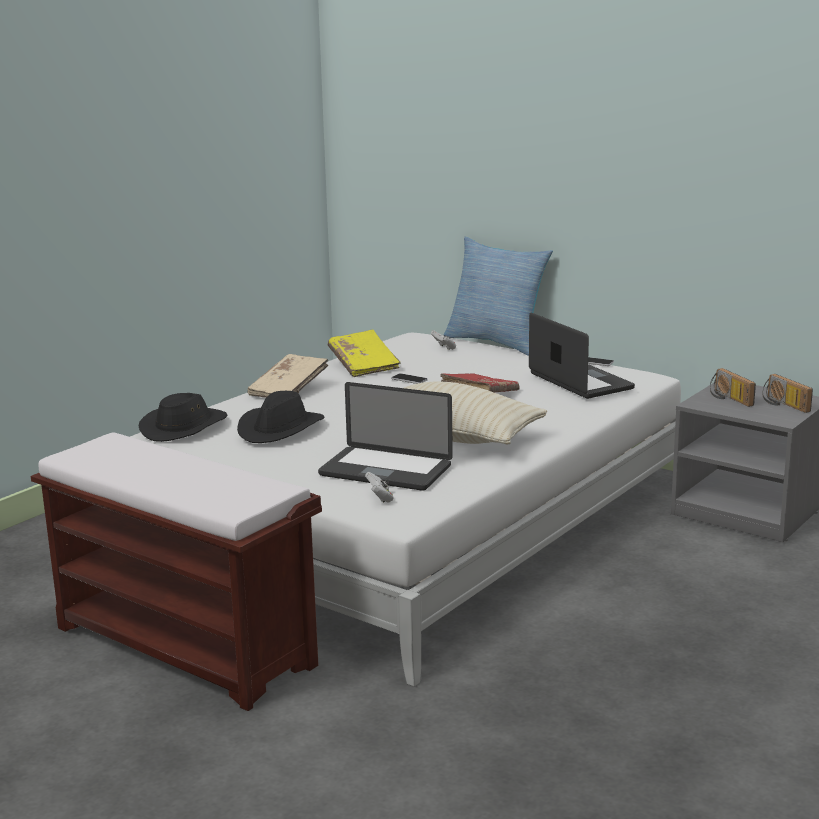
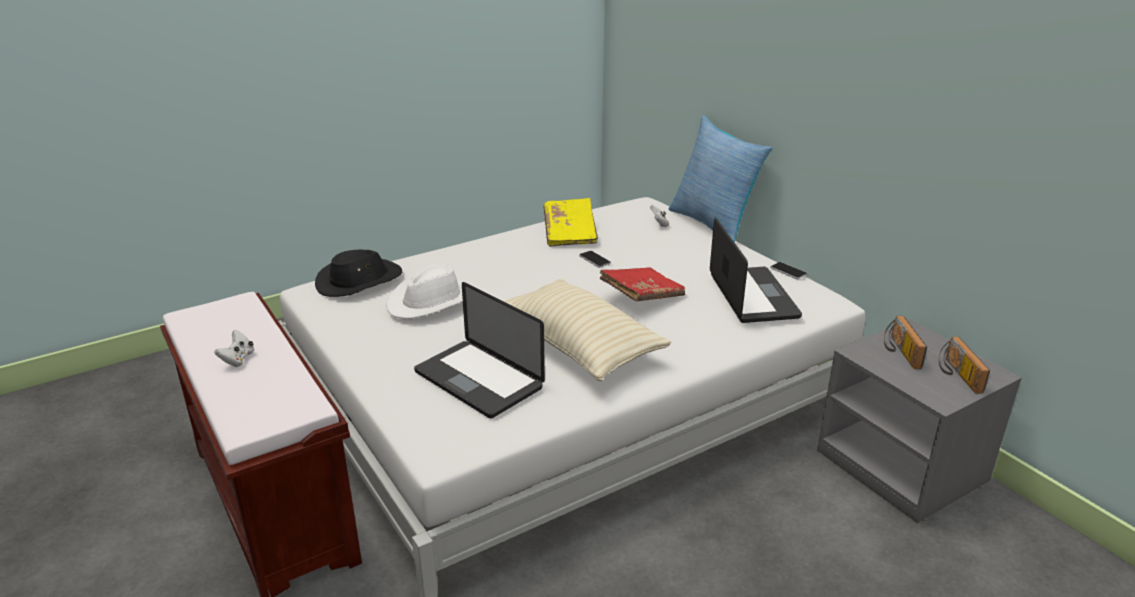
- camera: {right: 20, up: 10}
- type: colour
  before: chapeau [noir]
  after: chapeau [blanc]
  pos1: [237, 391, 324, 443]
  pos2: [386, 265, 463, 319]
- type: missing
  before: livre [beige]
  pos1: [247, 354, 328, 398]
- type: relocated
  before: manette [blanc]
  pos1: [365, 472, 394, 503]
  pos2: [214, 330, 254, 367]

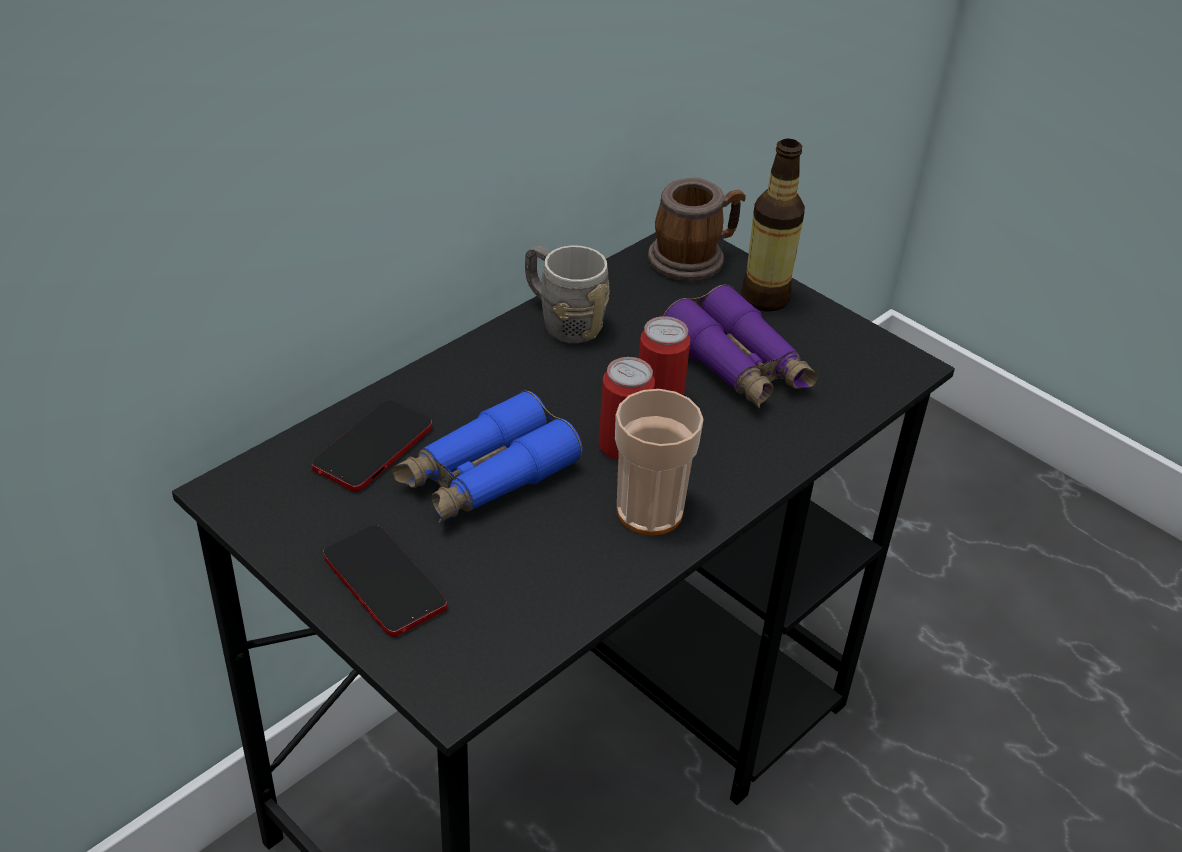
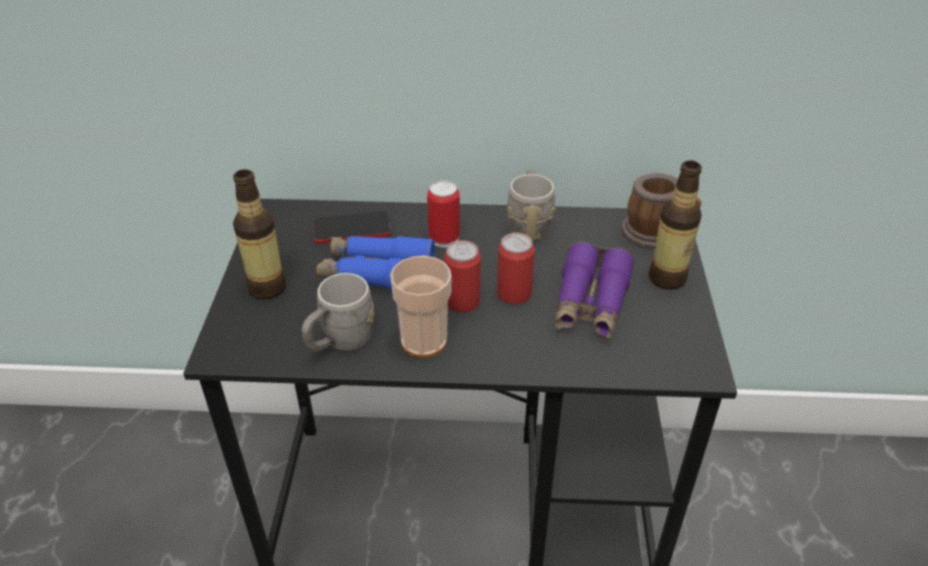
- camera: {right: 50, up: 0}
- type: exchanged
  before: téléphone
  after: bouteille
  pos1: [324, 525, 447, 637]
  pos2: [233, 169, 286, 299]
- type: appeared
  after: mug [gris]
  pos2: [302, 273, 374, 351]
- type: appeared
  after: boîte métallique
  pos2: [427, 180, 460, 247]

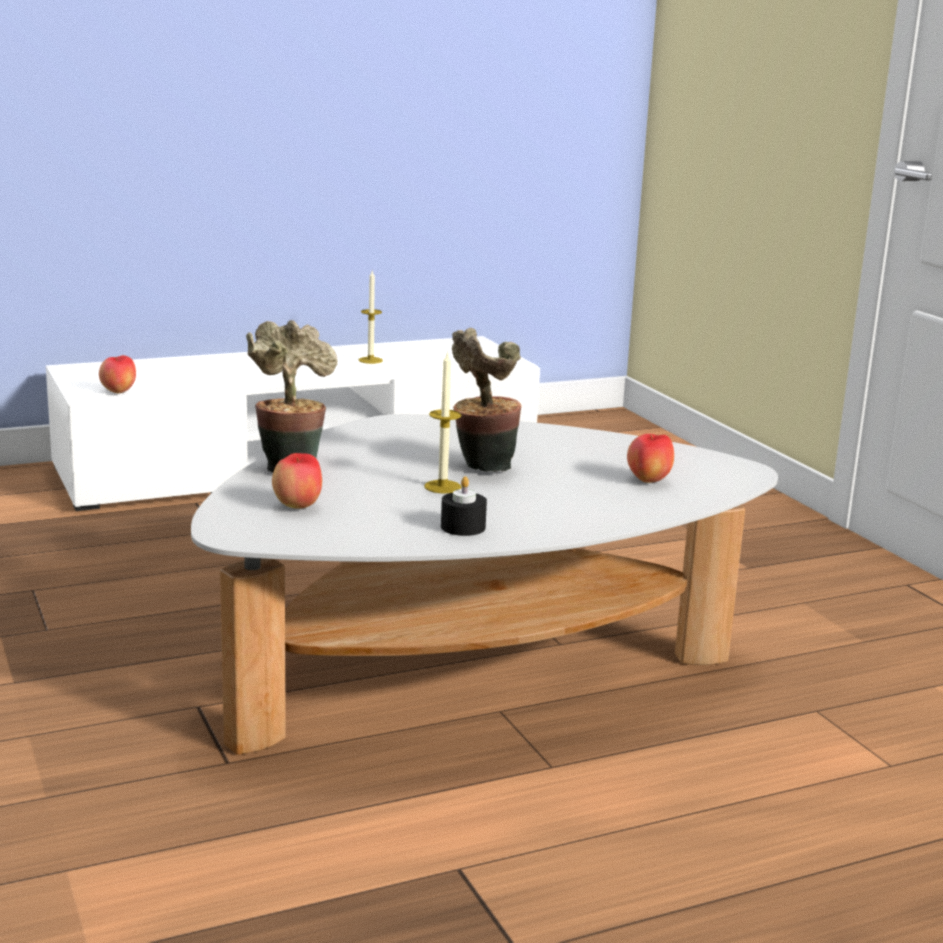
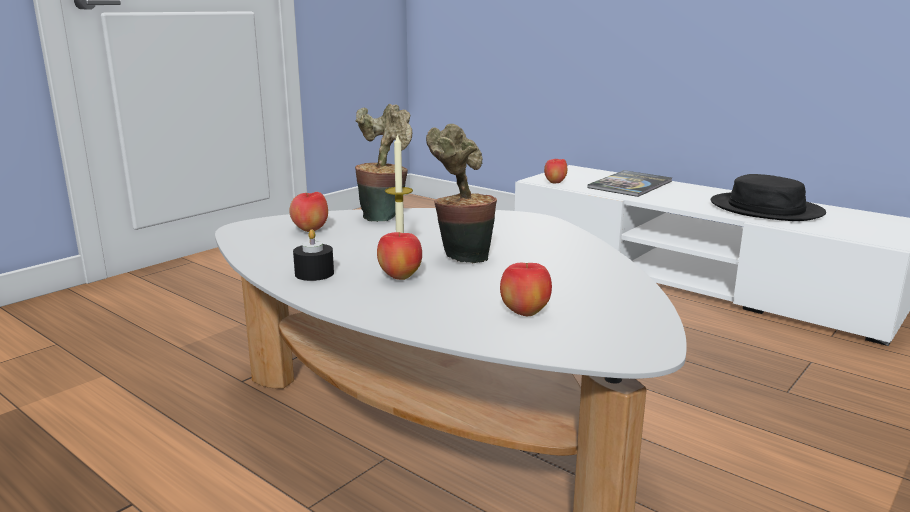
- camera: {right: 65, up: 0}
- type: exchanged
  before: bougie
  after: chapeau [noir]
  pos1: [359, 271, 383, 364]
  pos2: [711, 174, 826, 221]
- type: appeared
  after: pomme
  pos2: [377, 232, 422, 280]
- type: appeared
  after: livre
  pos2: [588, 170, 672, 197]

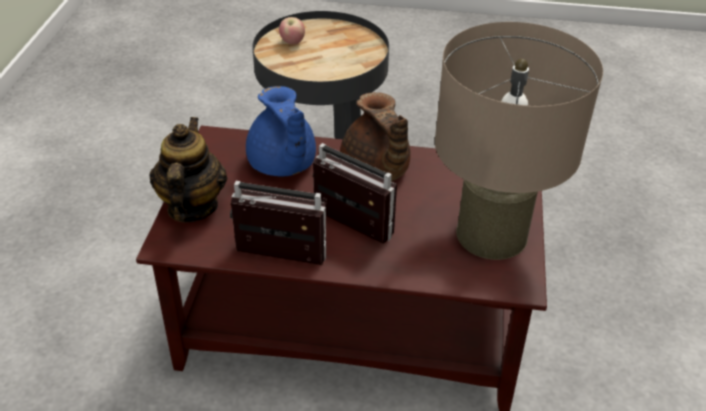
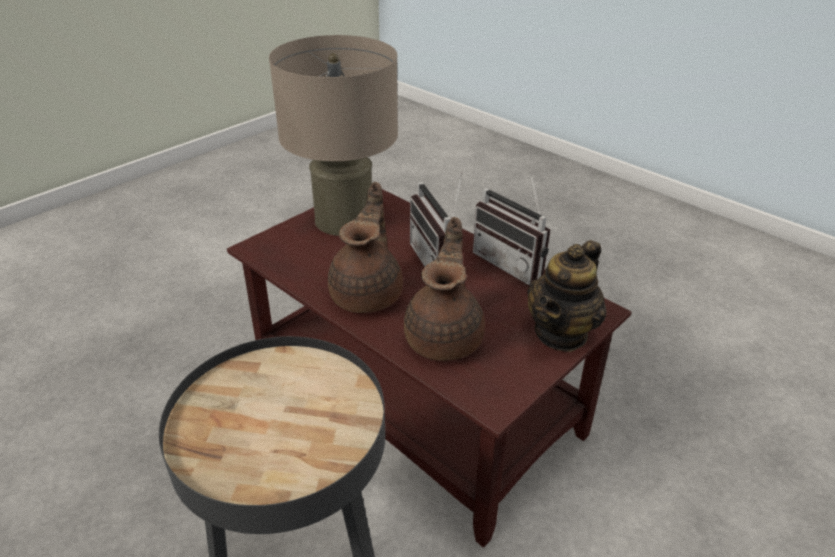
- camera: {right: -145, up: -5}
- type: colour
  before: théière [bleu]
  after: théière [marron]
  pos1: [246, 86, 316, 176]
  pos2: [404, 217, 485, 361]
- type: missing
  before: pomme
  pos1: [279, 17, 305, 45]

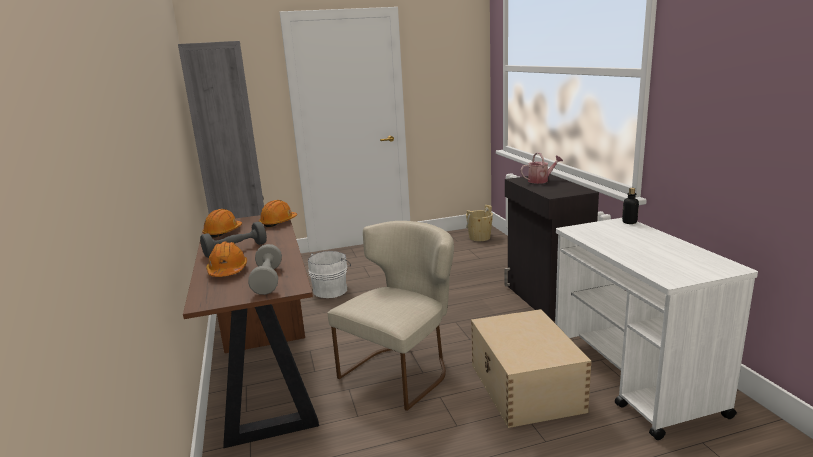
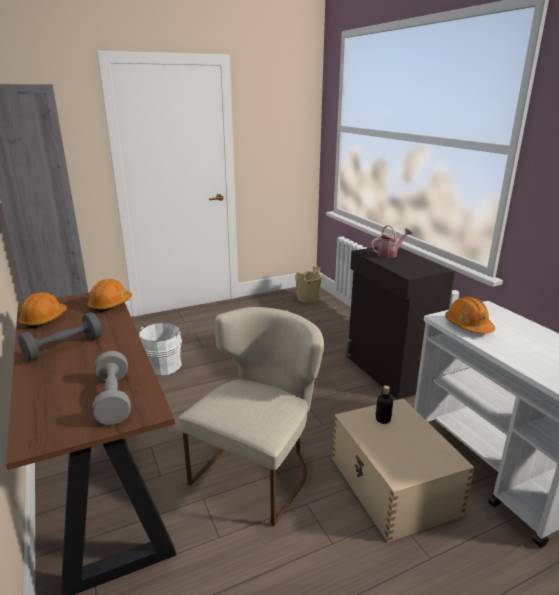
- camera: {right: -10, up: 5}
- type: relocated
  before: casque de chantier [orange]
  pos1: [206, 242, 247, 277]
  pos2: [445, 297, 495, 334]
- type: relocated
  before: bouteille
  pos1: [622, 188, 639, 224]
  pos2: [376, 385, 393, 424]

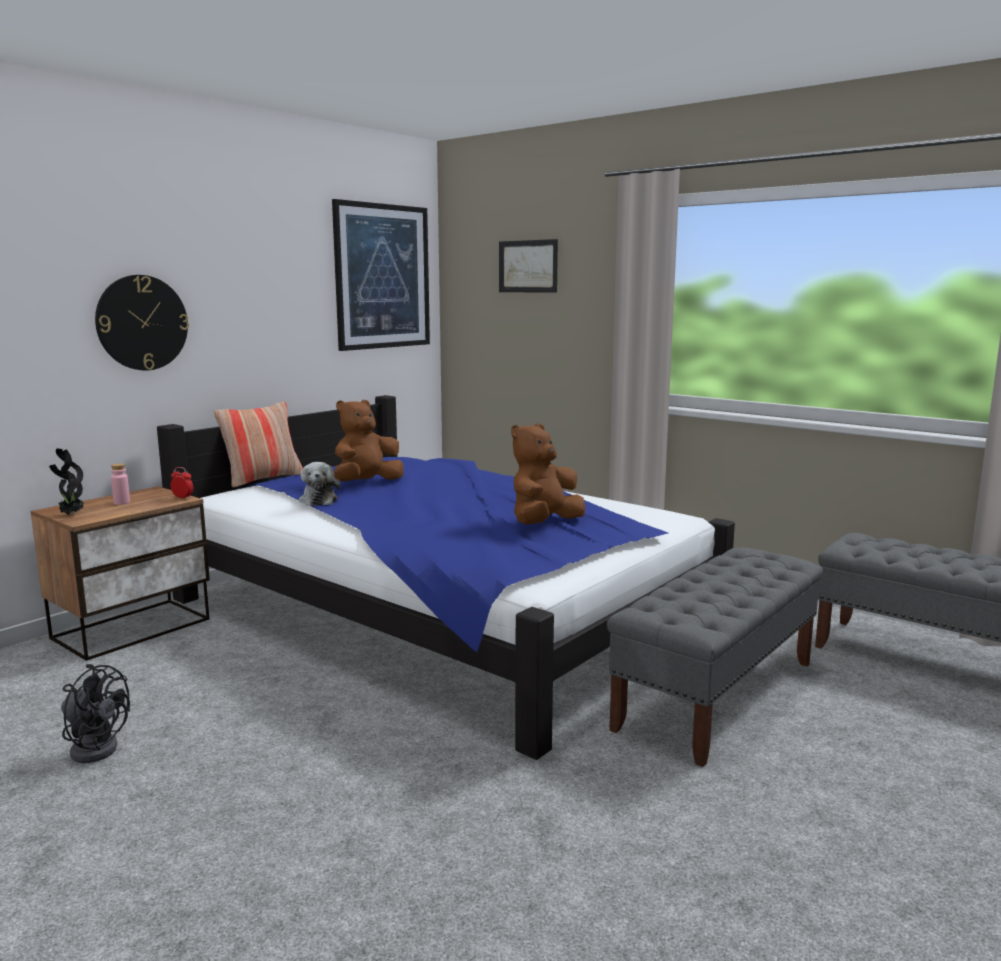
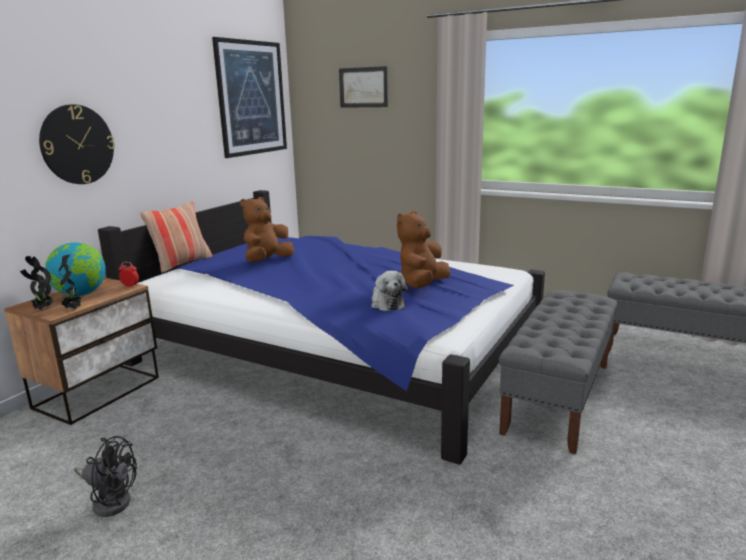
- camera: {right: -10, up: 5}
- type: exchanged
  before: bouteille [rose]
  after: globe
  pos1: [111, 464, 130, 505]
  pos2: [45, 243, 106, 296]
- type: relocated
  before: peluche
  pos1: [299, 462, 340, 506]
  pos2: [371, 271, 408, 311]
- type: appeared
  after: plante en pot
  pos2: [59, 254, 83, 310]

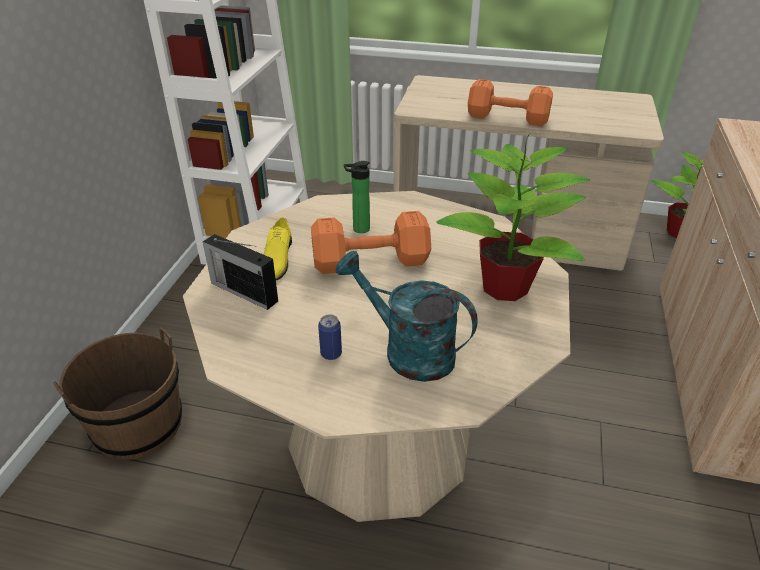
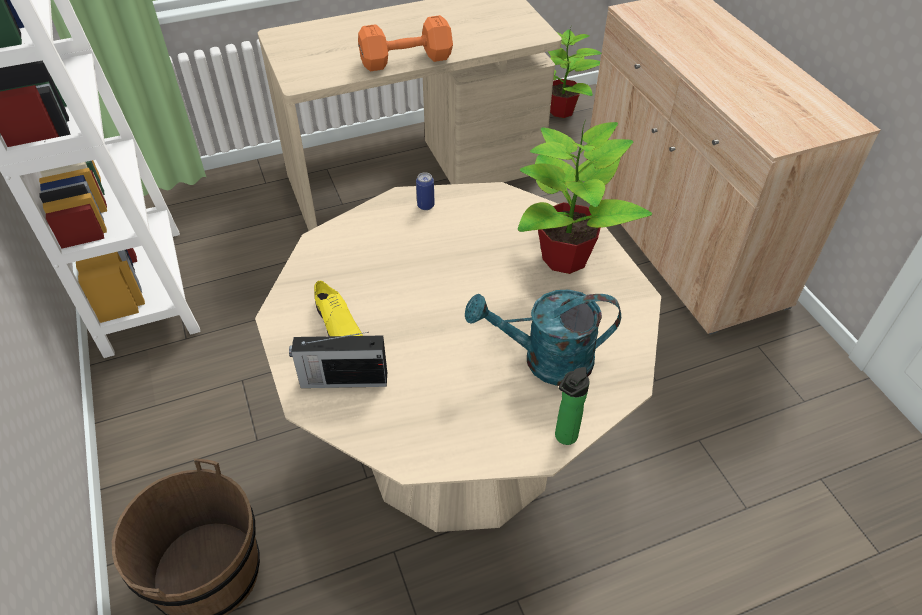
- camera: {right: -35, up: 10}
- type: missing
  before: haltère [orange]
  pos1: [311, 211, 431, 274]
- type: relocated
  before: boîte métallique
  pos1: [318, 314, 342, 360]
  pos2: [416, 172, 435, 210]
- type: relocated
  before: bouteille
  pos1: [344, 161, 370, 233]
  pos2: [555, 367, 590, 445]

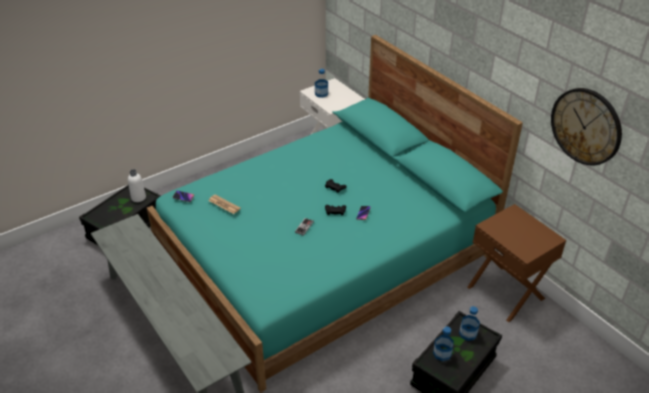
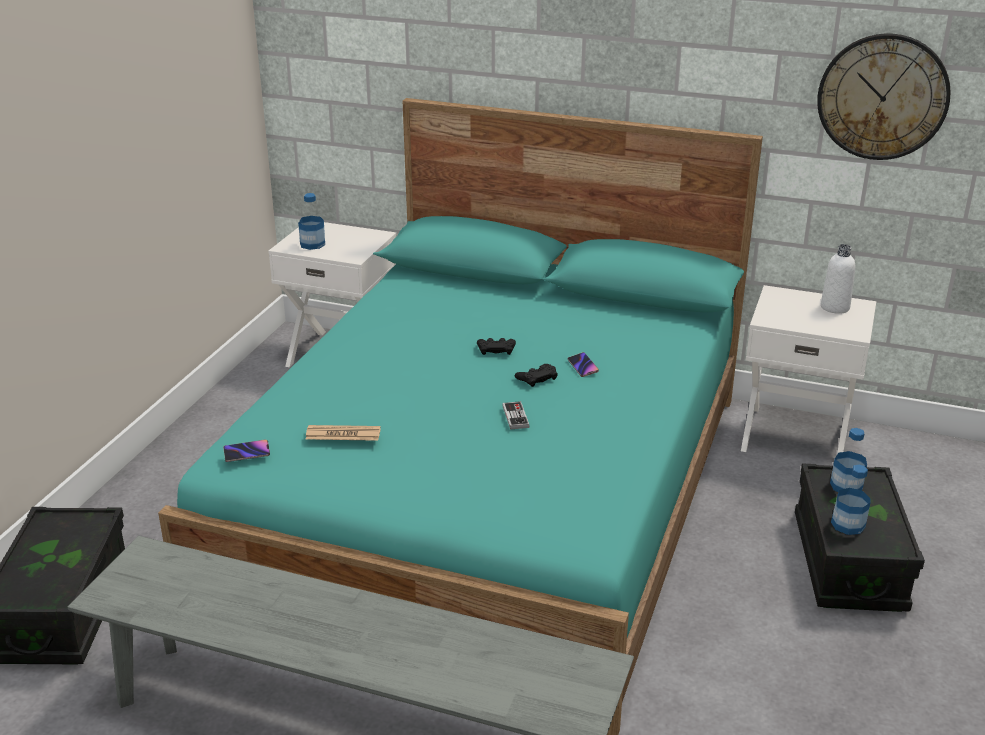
- camera: {right: -35, up: -10}
- type: relocated
  before: bouteille [blanc]
  pos1: [128, 169, 146, 202]
  pos2: [821, 244, 855, 314]
- type: colour
  before: table de chevet [marron]
  after: table de chevet [blanc]
  pos1: [467, 204, 566, 322]
  pos2: [741, 285, 876, 454]

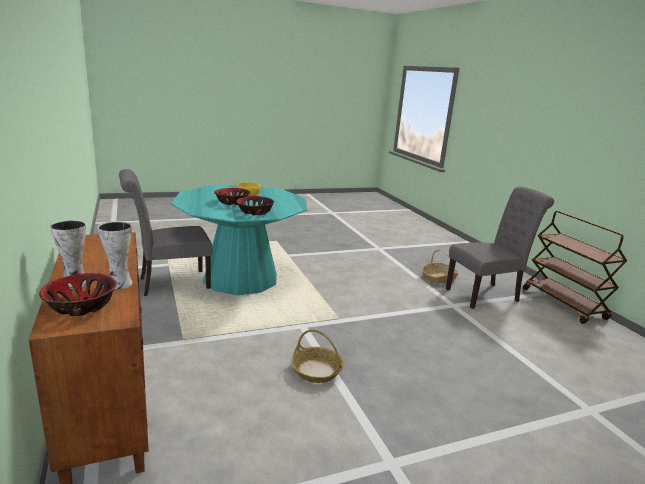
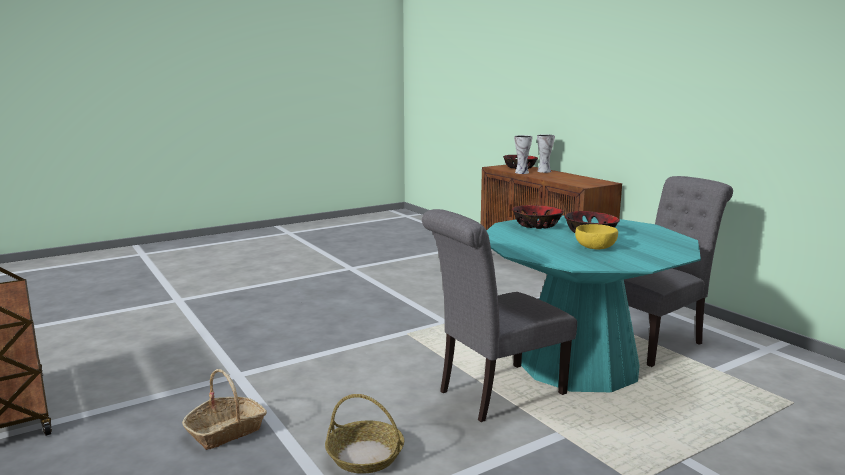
- camera: {right: 170, up: -5}
- type: relocated
  before: panier
  pos1: [291, 329, 344, 383]
  pos2: [325, 394, 404, 474]
- type: relocated
  before: chaise [gris]
  pos1: [446, 187, 554, 309]
  pos2: [422, 209, 577, 422]

